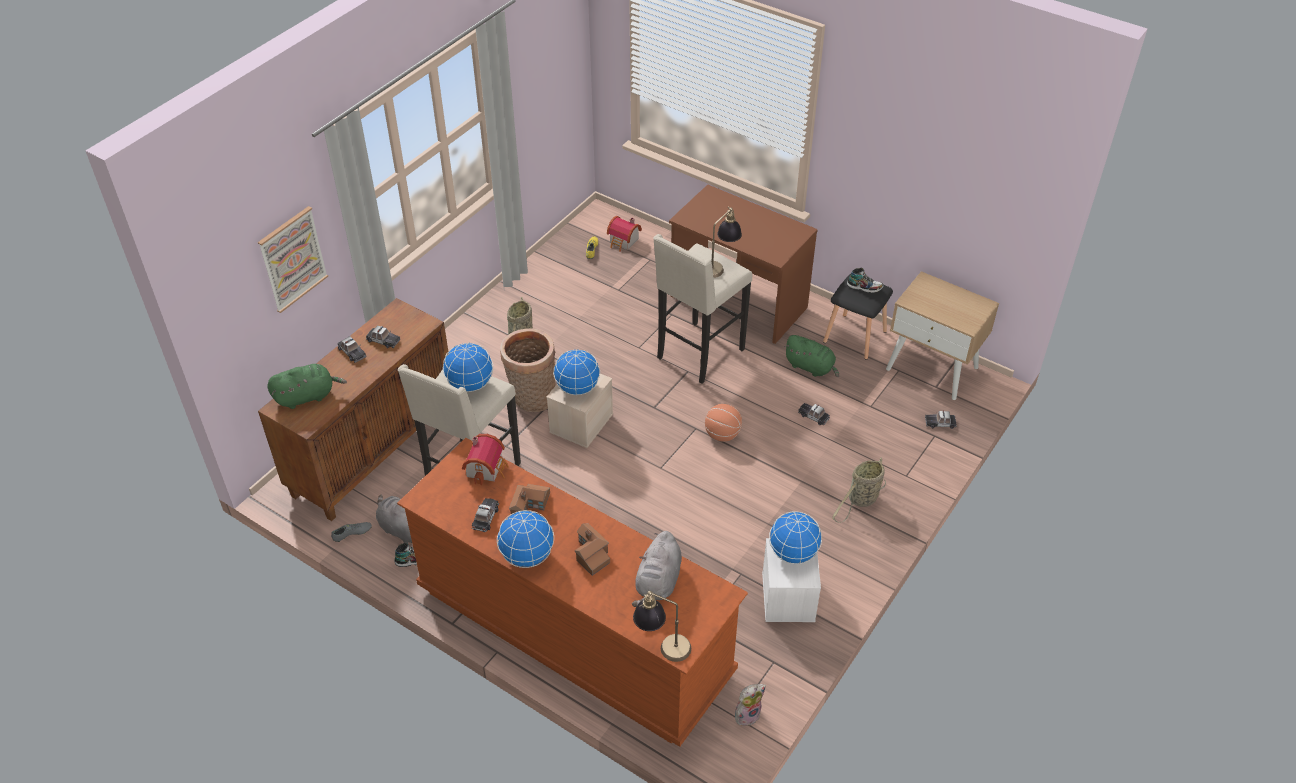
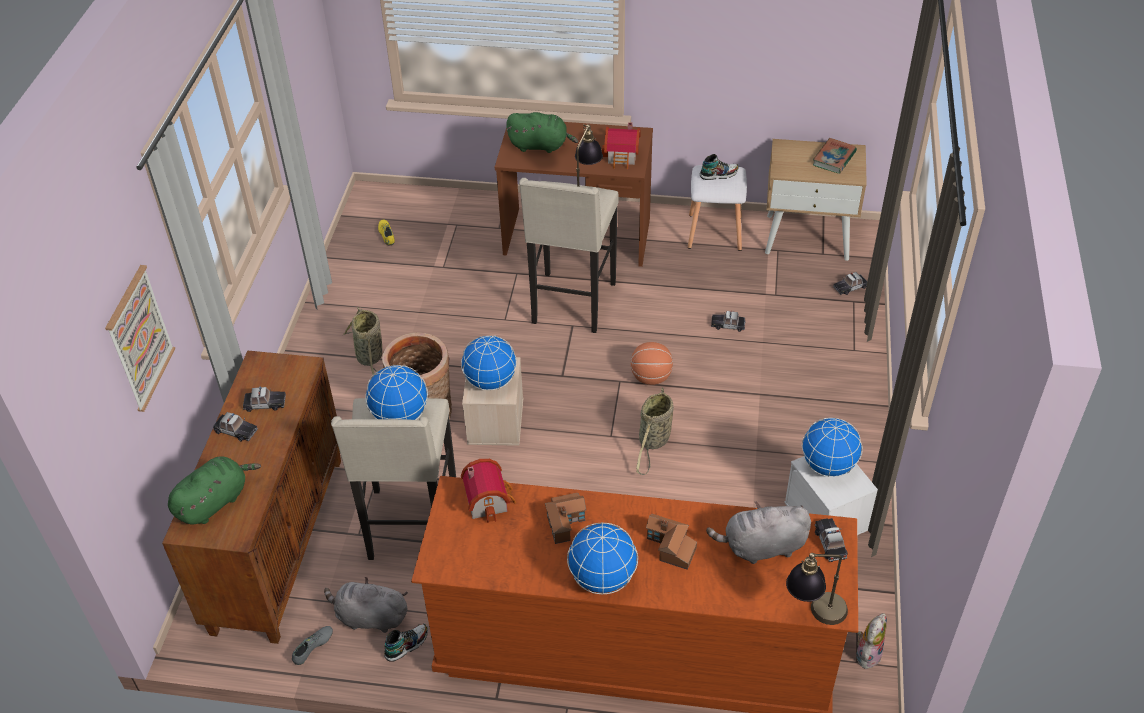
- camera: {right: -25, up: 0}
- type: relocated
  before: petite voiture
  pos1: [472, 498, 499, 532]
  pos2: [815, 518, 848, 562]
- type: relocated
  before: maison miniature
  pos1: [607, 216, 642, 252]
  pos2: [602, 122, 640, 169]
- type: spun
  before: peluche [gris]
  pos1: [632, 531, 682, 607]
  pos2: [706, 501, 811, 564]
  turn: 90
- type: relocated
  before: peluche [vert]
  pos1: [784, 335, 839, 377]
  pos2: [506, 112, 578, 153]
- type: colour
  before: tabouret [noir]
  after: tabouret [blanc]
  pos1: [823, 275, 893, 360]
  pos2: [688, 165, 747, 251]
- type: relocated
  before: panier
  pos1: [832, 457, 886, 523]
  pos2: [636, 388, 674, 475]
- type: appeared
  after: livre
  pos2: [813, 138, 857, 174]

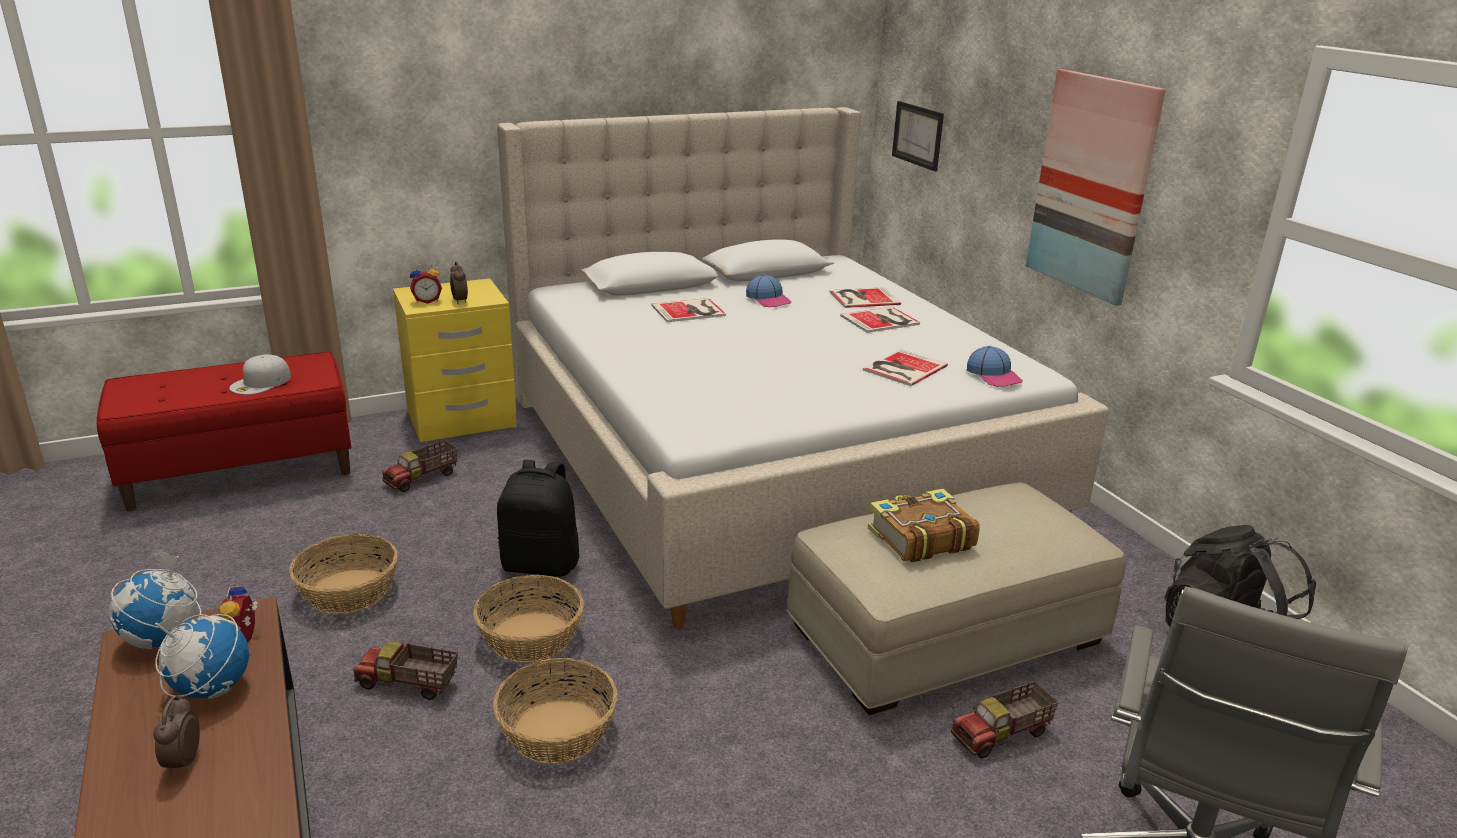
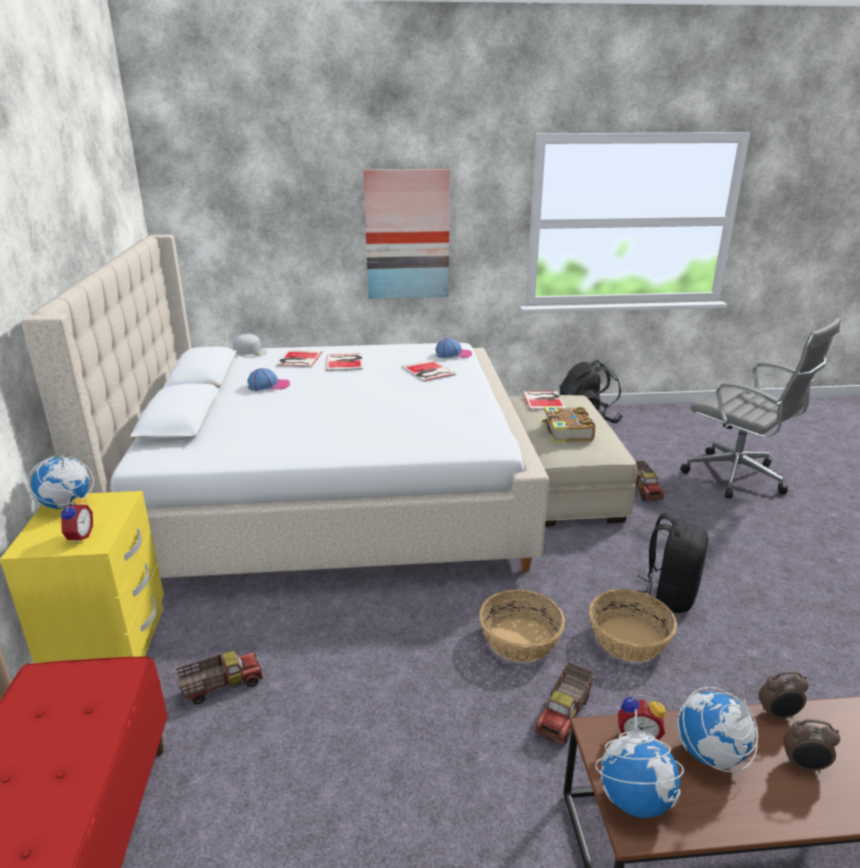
- camera: {right: -70, up: 0}
- type: relocated
  before: casquette [blanc]
  pos1: [229, 354, 291, 395]
  pos2: [233, 334, 267, 358]
- type: missing
  before: panier
  pos1: [289, 534, 398, 614]
- type: spun
  before: camion jouet
  pos1: [382, 440, 458, 492]
  pos2: [175, 651, 263, 705]
  turn: -90
- type: relocated
  before: réveil
  pos1: [450, 262, 468, 304]
  pos2: [758, 671, 809, 720]
- type: relocated
  before: sac à dos [noir]
  pos1: [497, 460, 579, 577]
  pos2: [637, 513, 708, 613]
- type: relocated
  before: livre
  pos1: [651, 298, 726, 322]
  pos2: [523, 391, 566, 410]
- type: missing
  before: tableau
  pos1: [892, 101, 944, 172]
- type: appeared
  after: globe
  pos2: [28, 453, 94, 509]

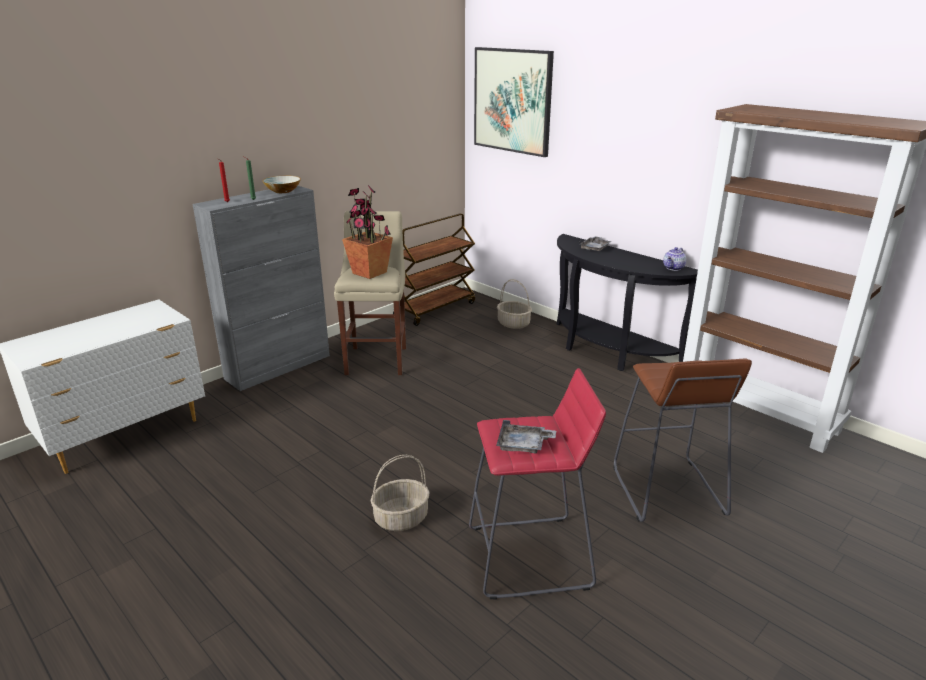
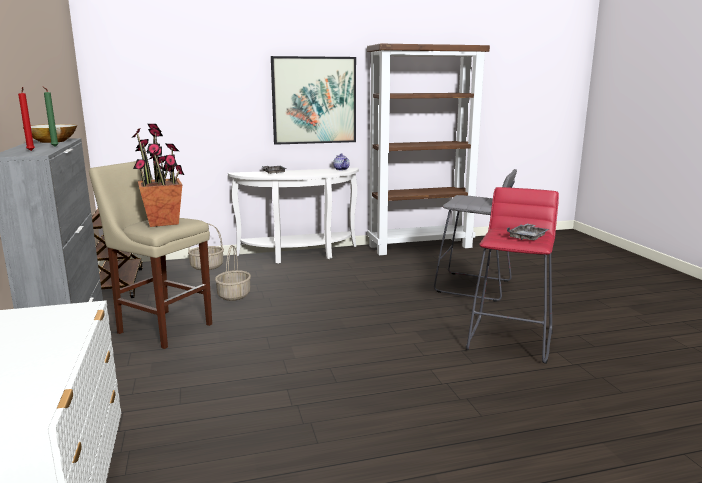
- camera: {right: -60, up: -10}
- type: relocated
  before: panier
  pos1: [371, 455, 430, 531]
  pos2: [215, 245, 251, 301]
- type: relocated
  before: tableau
  pos1: [474, 47, 554, 157]
  pos2: [271, 56, 356, 145]
- type: colour
  before: table console [noir]
  after: table console [blanc]
  pos1: [556, 234, 698, 371]
  pos2: [228, 168, 359, 264]
- type: colour
  before: tabouret [marron]
  after: tabouret [gris]
  pos1: [613, 358, 752, 522]
  pos2: [434, 169, 517, 302]

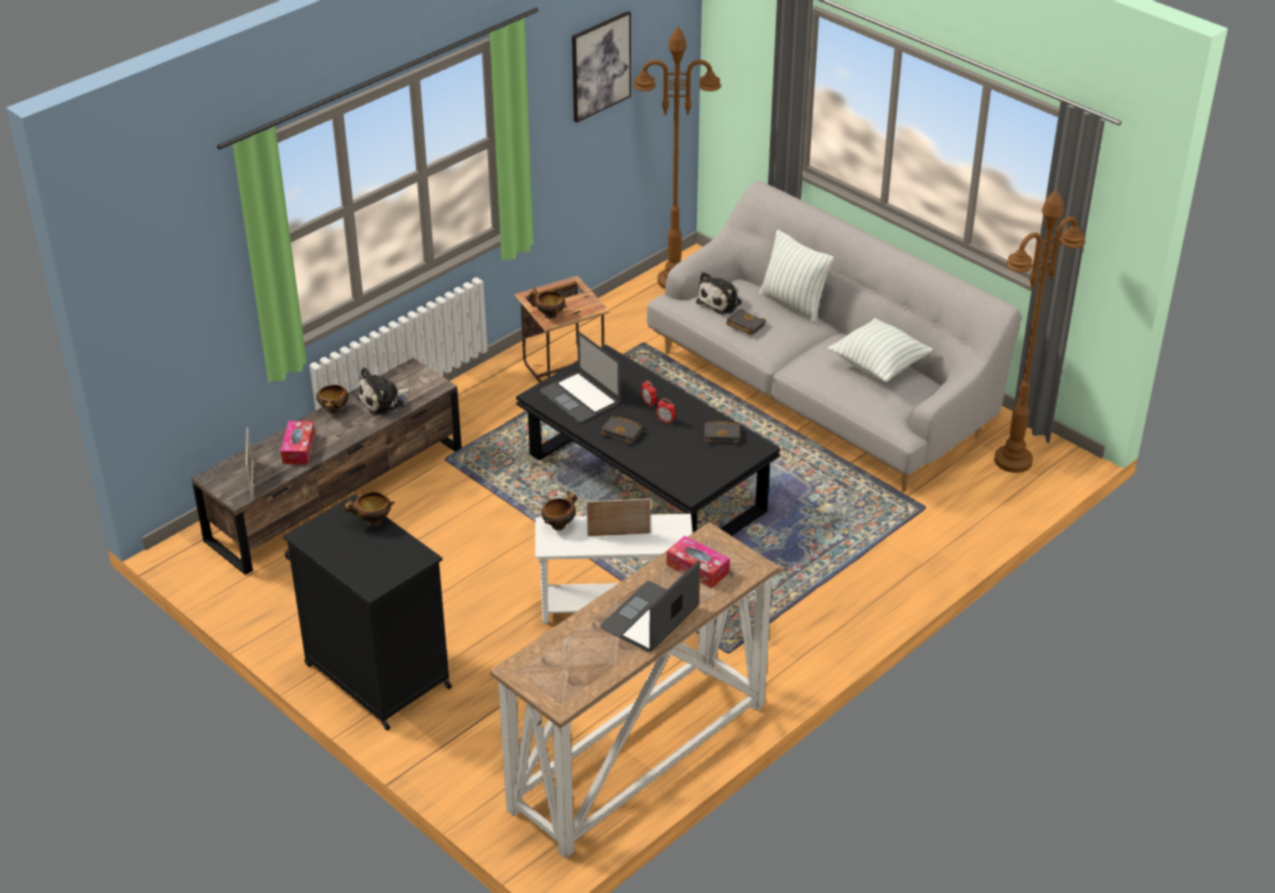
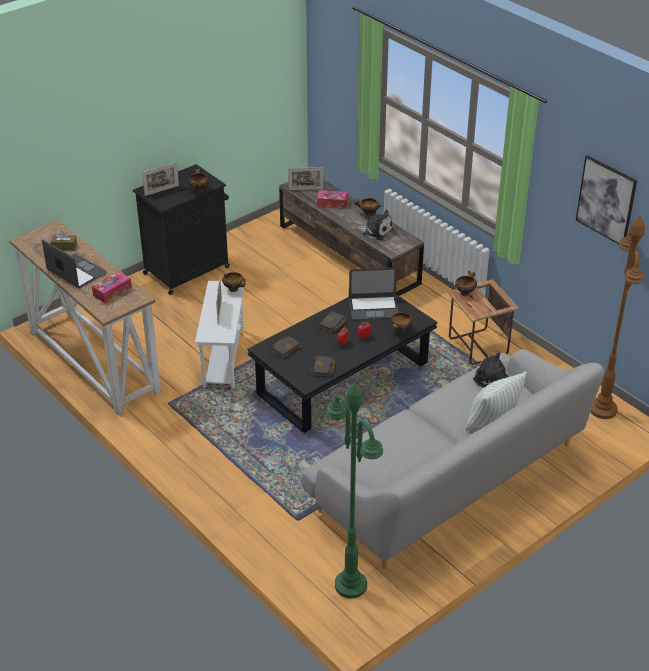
- camera: {right: 95, up: 0}
- type: spun
  before: peluche
  pos1: [357, 367, 410, 416]
  pos2: [357, 210, 393, 240]
  turn: 150
- type: spun
  before: ordinateur portable
  pos1: [540, 332, 620, 422]
  pos2: [349, 268, 399, 320]
  turn: -150
- type: relocated
  before: livre [noir]
  pos1: [726, 309, 766, 335]
  pos2: [271, 336, 302, 358]
- type: missing
  before: coussin
  pos1: [828, 318, 933, 382]
- type: colour
  before: lampadaire [marron]
  after: lampadaire [vert]
  pos1: [994, 190, 1085, 473]
  pos2: [326, 382, 383, 598]
- type: appeared
  after: boîte à mouchoirs [marron]
  pos2: [50, 231, 77, 251]
- type: appeared
  after: cadre photo
  pos2: [142, 162, 179, 196]
- type: appeared
  after: bol
  pos2: [390, 313, 413, 333]

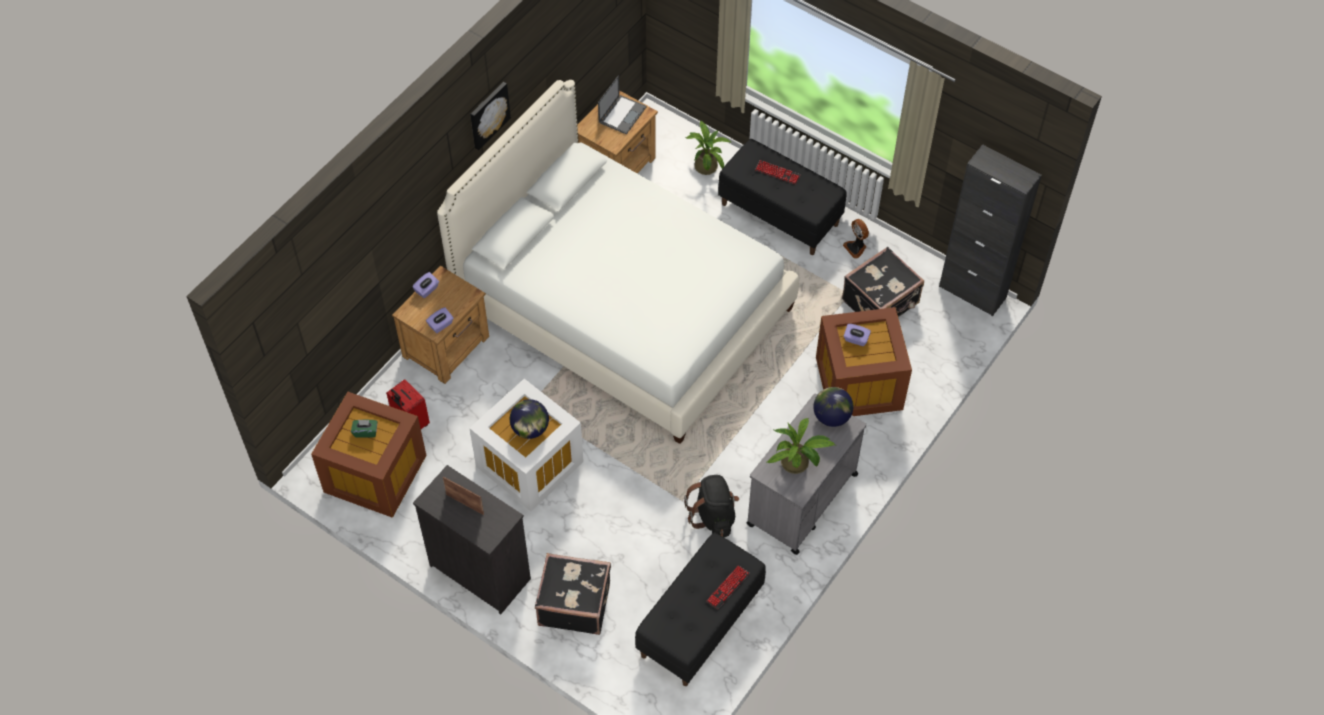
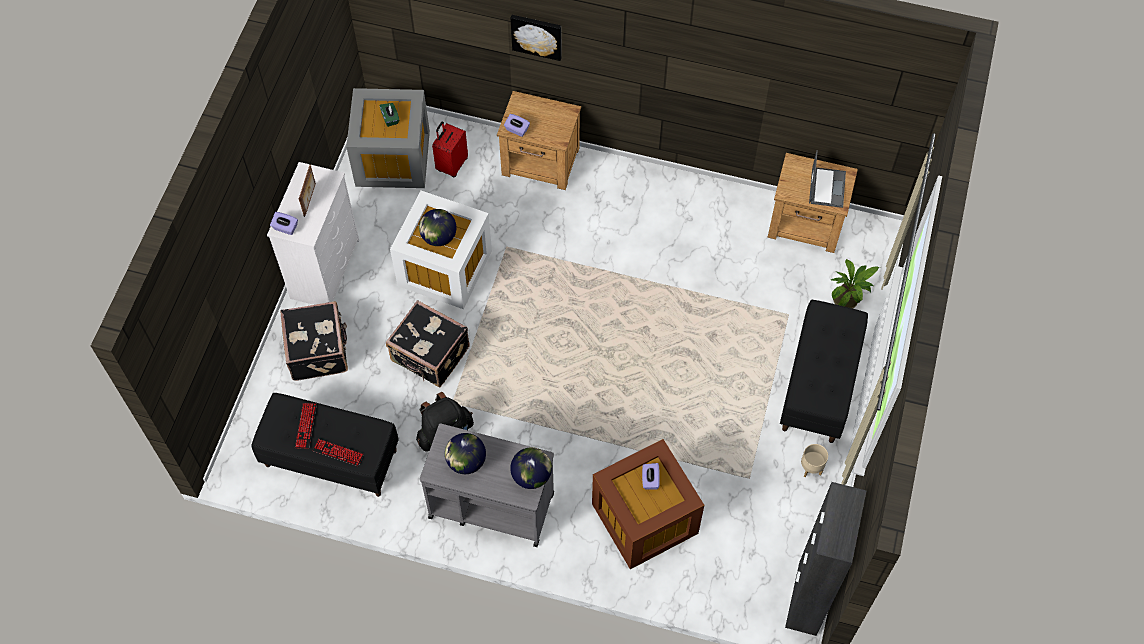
- camera: {right: 70, up: 5}
- type: colour
  before: boîte de rangement [marron]
  after: boîte de rangement [gris]
  pos1: [311, 392, 426, 518]
  pos2: [346, 88, 430, 188]
- type: relocated
  before: boîte à mouchoirs [violet]
  pos1: [412, 272, 439, 298]
  pos2: [270, 212, 298, 235]
- type: colour
  before: commode [noir]
  after: commode [blanc]
  pos1: [413, 465, 531, 615]
  pos2: [267, 162, 359, 305]
- type: missing
  before: lit [blanc]
  pos1: [437, 80, 799, 444]
- type: relocated
  before: tableau
  pos1: [470, 82, 511, 150]
  pos2: [510, 15, 562, 61]
- type: spun
  before: ordinateur portable
  pos1: [598, 75, 646, 135]
  pos2: [809, 150, 846, 208]
  turn: -90
- type: relocated
  before: clavier
  pos1: [755, 160, 801, 185]
  pos2: [295, 403, 317, 449]
- type: exchanged
  before: plante en pot
  after: globe
  pos1: [767, 418, 835, 474]
  pos2: [445, 433, 486, 474]
- type: relocated
  before: valise [noir]
  pos1: [842, 247, 924, 317]
  pos2: [386, 300, 470, 387]
- type: exchanged
  before: ventilateur
  after: cache-pot [beige]
  pos1: [843, 219, 869, 258]
  pos2: [801, 444, 828, 477]

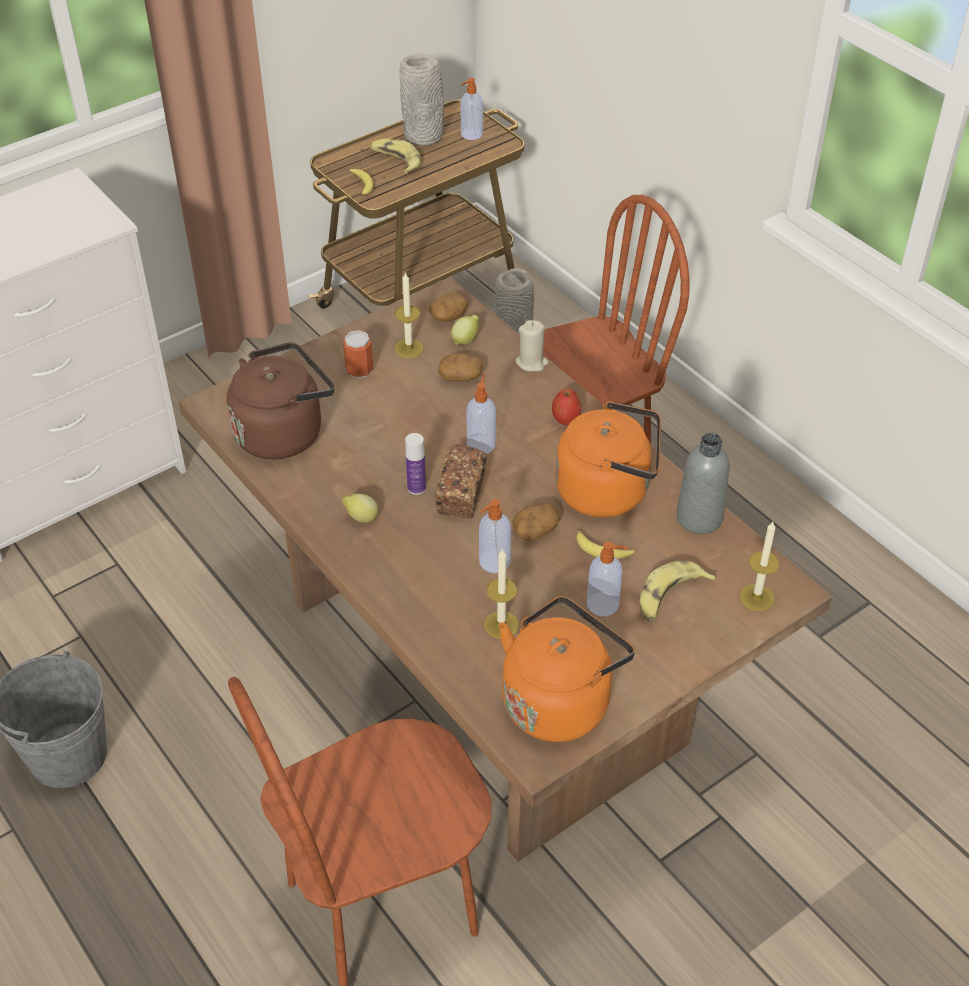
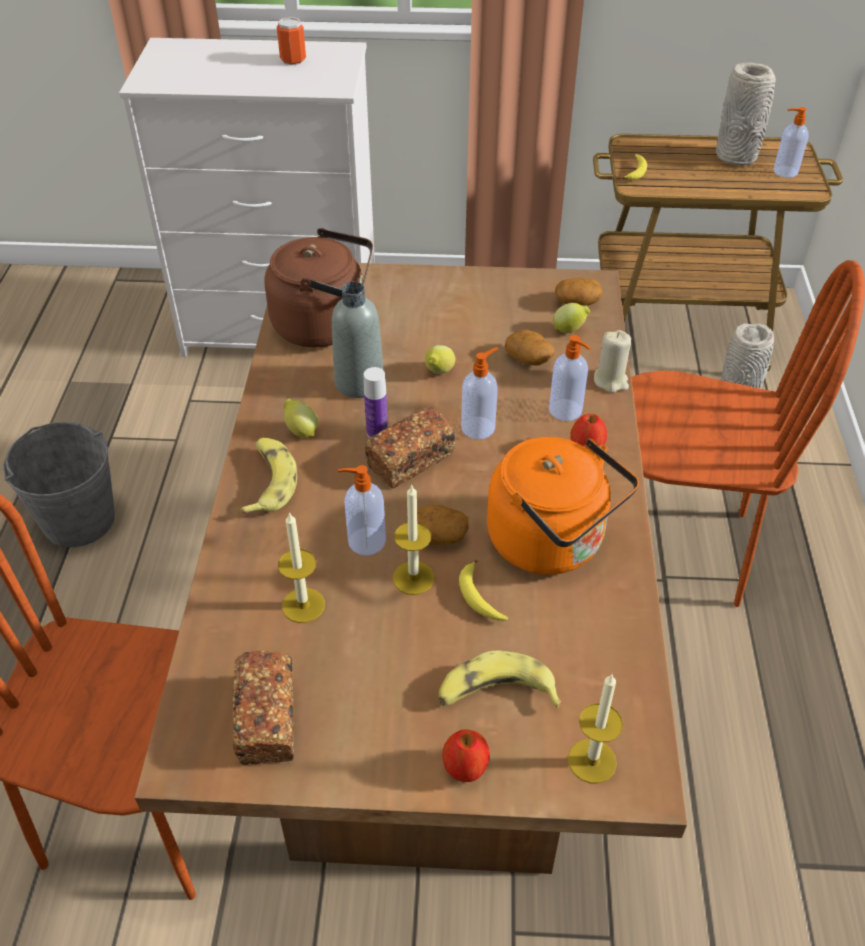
- camera: {right: 40, up: 0}
- type: relocated
  before: boîte métallique
  pos1: [343, 330, 374, 378]
  pos2: [277, 17, 306, 65]
- type: relocated
  before: banane
  pos1: [370, 139, 421, 174]
  pos2: [240, 438, 297, 515]
- type: relocated
  before: bougie
  pos1: [394, 272, 424, 358]
  pos2: [393, 484, 435, 595]
- type: exchanged
  before: bouilloire [orange]
  after: pain
  pos1: [499, 596, 635, 742]
  pos2: [232, 650, 294, 765]
- type: relocated
  before: distributeur de savon
  pos1: [587, 542, 628, 616]
  pos2: [549, 335, 591, 421]
- type: relocated
  before: bouteille [gris]
  pos1: [676, 433, 730, 534]
  pos2: [332, 282, 384, 398]
- type: appeared
  after: citron
  pos2: [425, 345, 455, 374]
- type: appeared
  after: pomme
  pos2: [442, 729, 490, 782]

